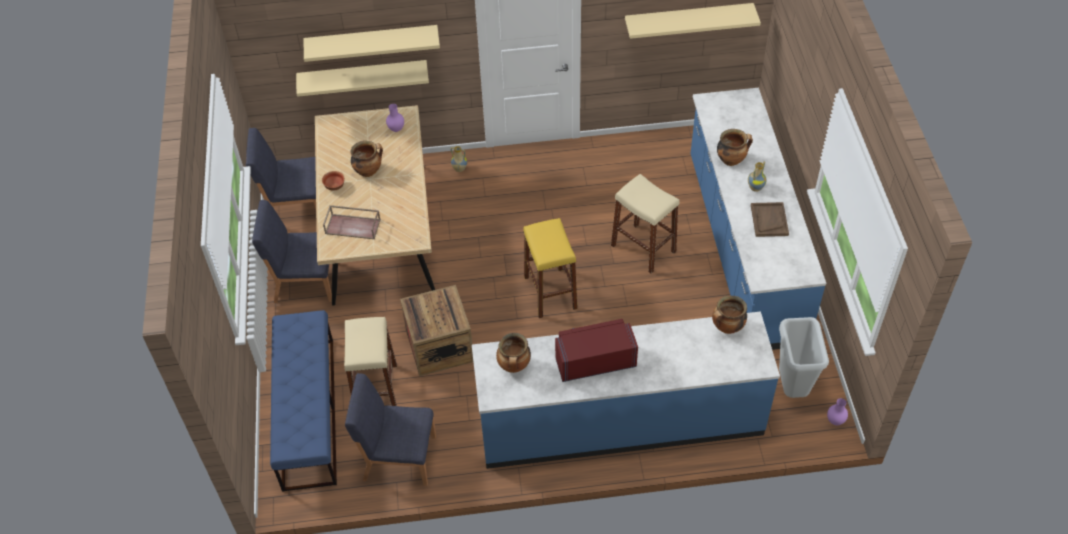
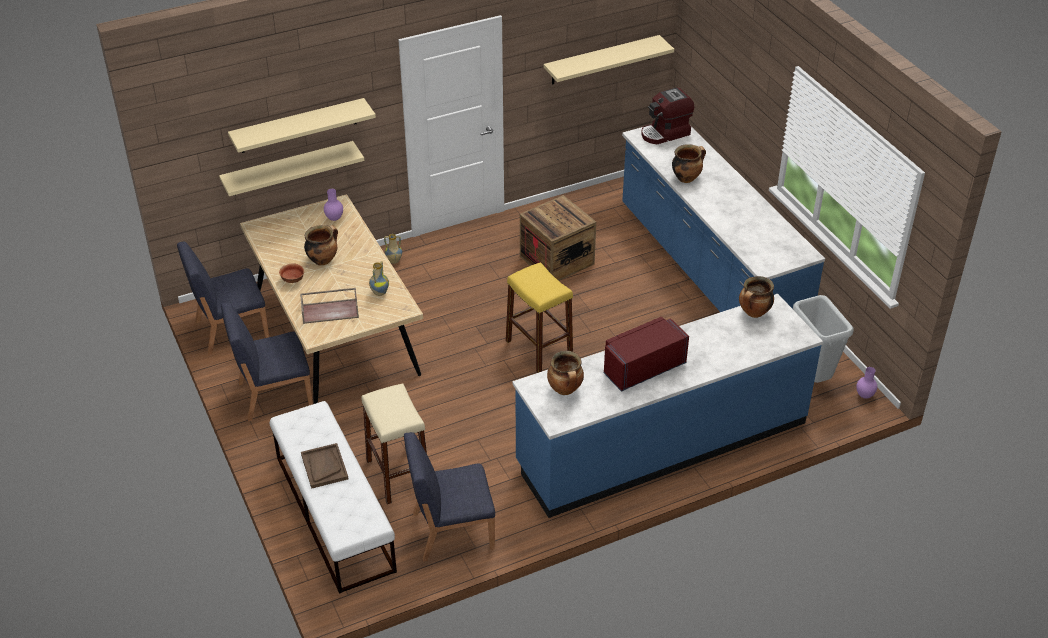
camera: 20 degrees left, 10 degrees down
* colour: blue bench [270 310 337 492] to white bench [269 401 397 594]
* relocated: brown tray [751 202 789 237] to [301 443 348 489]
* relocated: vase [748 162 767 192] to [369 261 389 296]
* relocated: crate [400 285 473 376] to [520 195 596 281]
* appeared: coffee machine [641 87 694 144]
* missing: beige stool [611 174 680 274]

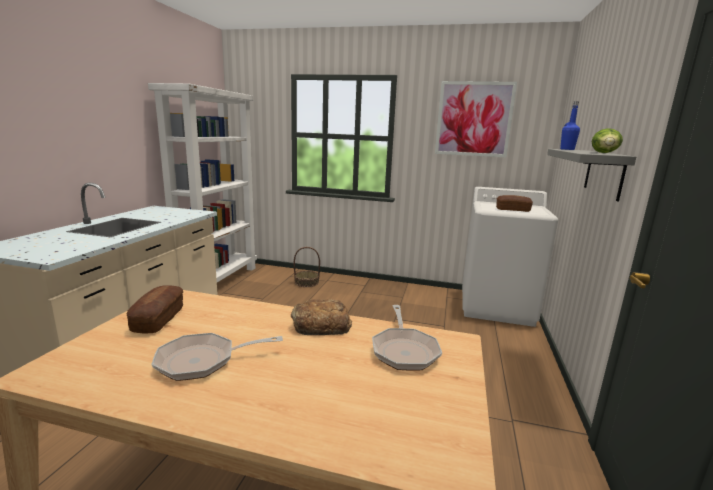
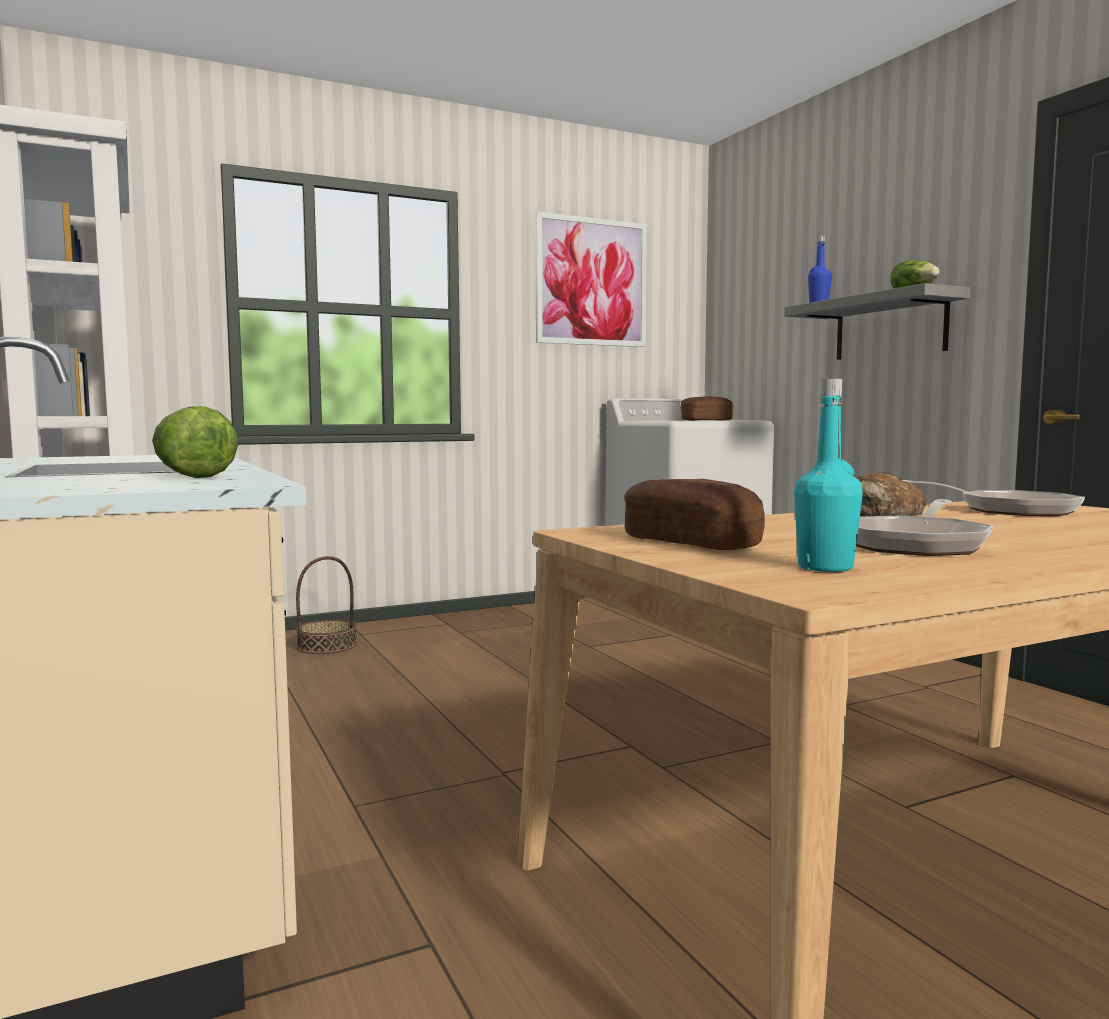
camera: 40 degrees left, 10 degrees down
* appeared: lettuce [152 406 238 478]
* appeared: turquoise bottle [794 379 863 572]

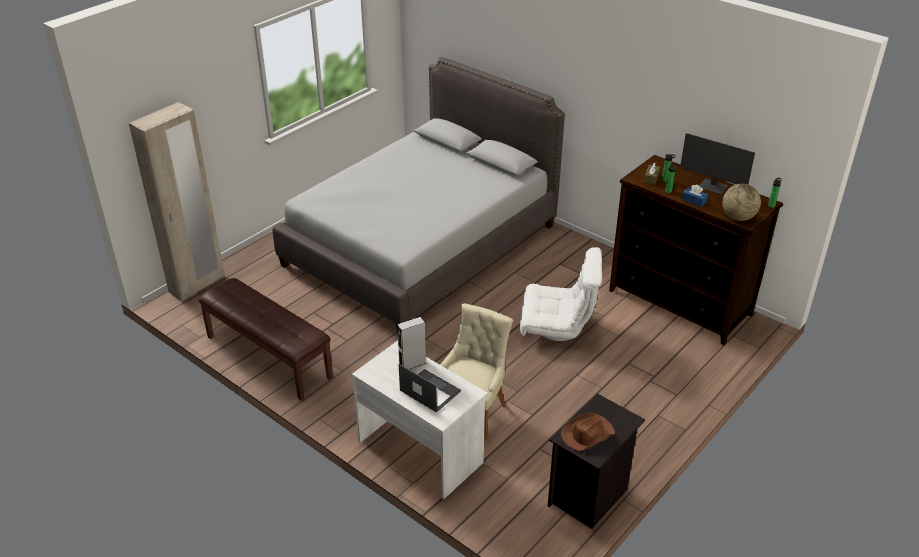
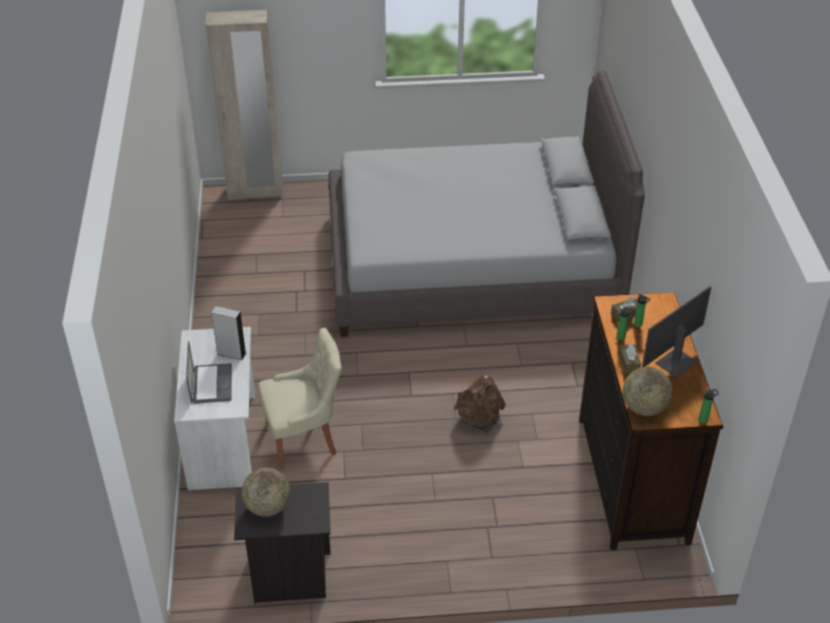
camera: 45 degrees right, 5 degrees up
* exchanged: brown hat [561 413 615 451] to globe [242 468 290 517]
* exchanged: white armchair [520 247 602 341] to brown backpack [454 375 506 433]
* colour: blue tissue box [682 185 708 207] to brown tissue box [618 343 641 373]
* spun: monitor [680 133 755 195] = [642 286 711 377] 60 degrees clockwise
* missing: brown bench [198 278 333 400]

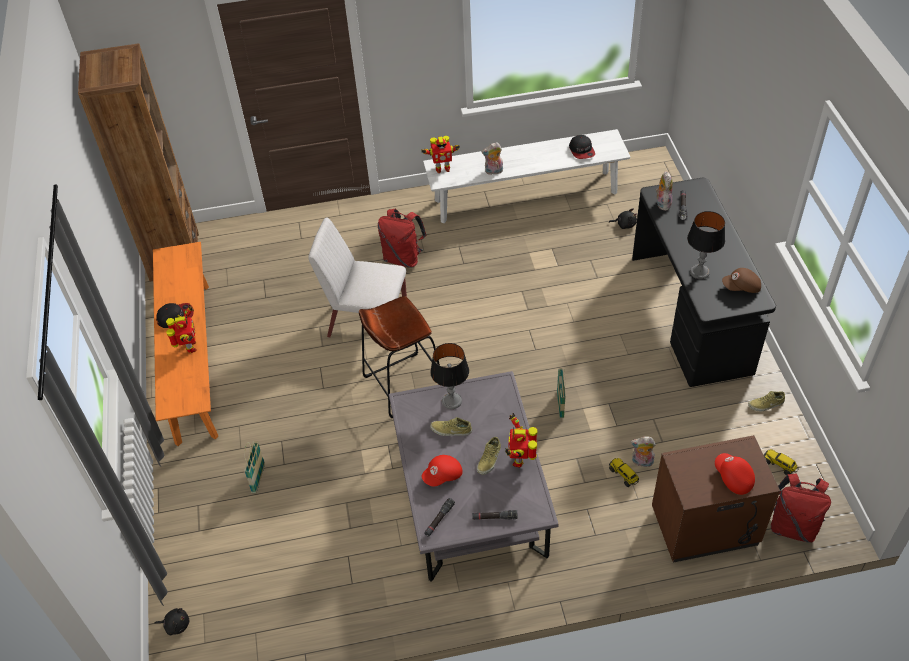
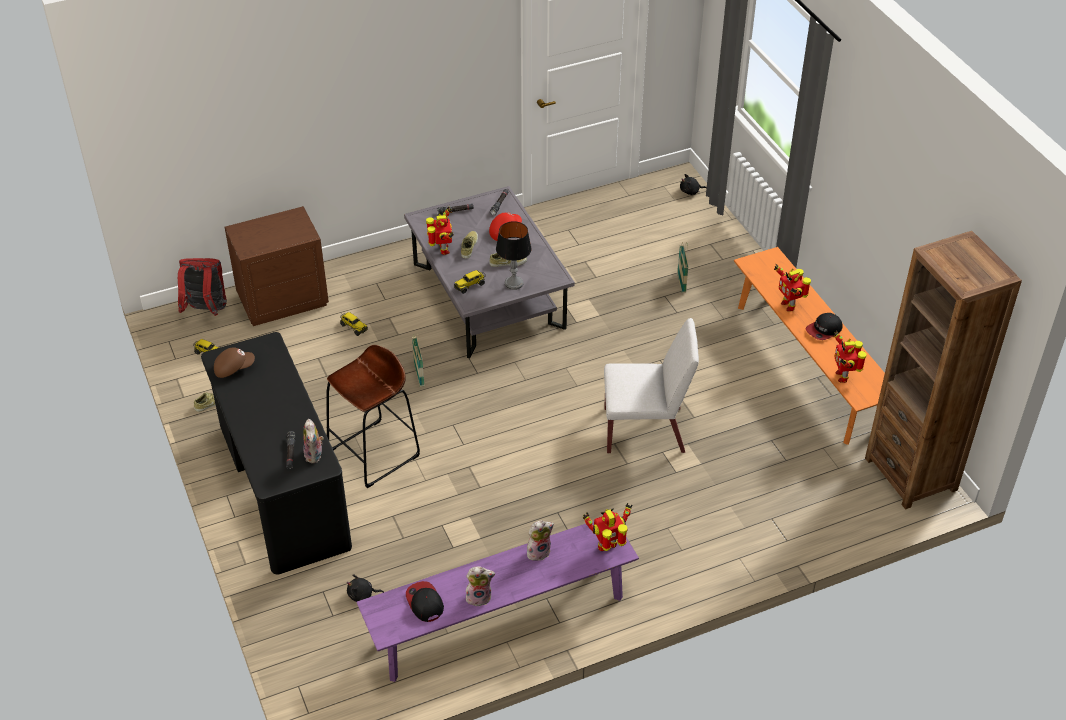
camera: 165 degrees right, 5 degrees down
* relocated: brown stool [359 296 440 418] to [326 345 420 488]
* colour: white bench [423 129 631 223] to purple bench [357 521 639 682]
* appeared: toy truck [454 270 486 294]
* relocated: plush toy [631 436 656 467] to [465 567 495 607]
* appeared: toy robot [833 330 867 383]
* missing: red backpack [378 209 426 268]
* missing: table lamp [687 211 725 279]
* missing: red cap [715 453 755 495]

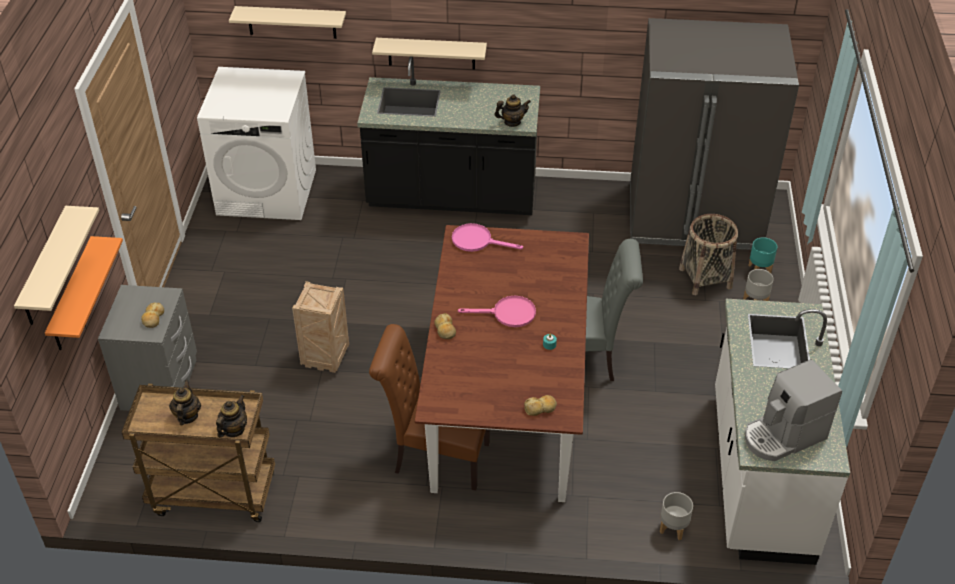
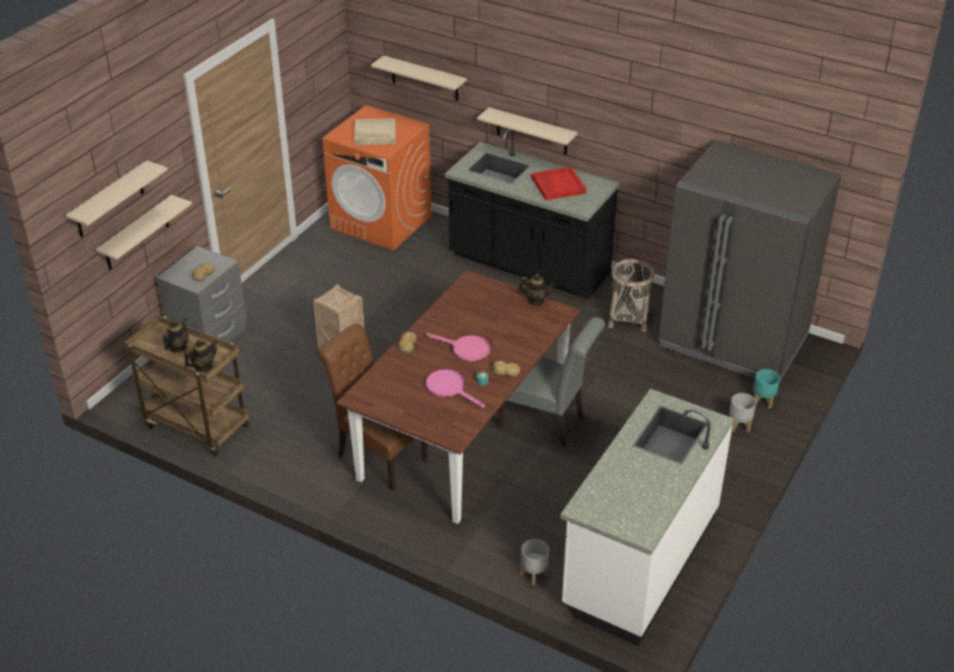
camera: 25 degrees right, 5 degrees down
* colour: orange shelf [45 236 123 350] to beige shelf [95 195 192 270]
* colour: white washing machine [197 67 316 220] to orange washing machine [322 105 431 251]
* appeared: beige tray [354 118 396 145]
* relocated: pink frying pan [452 223 523 252] to [426 369 485 408]
* relocated: bread [524 395 557 416] to [493 361 520 377]
* relocated: teapot [494 94 531 127] to [518 274 554 305]
* appeared: red tray [532 167 586 200]
* relocated: basket [679 214 738 295] to [608 259 655 332]
* missing: coffee machine [745 359 842 461]

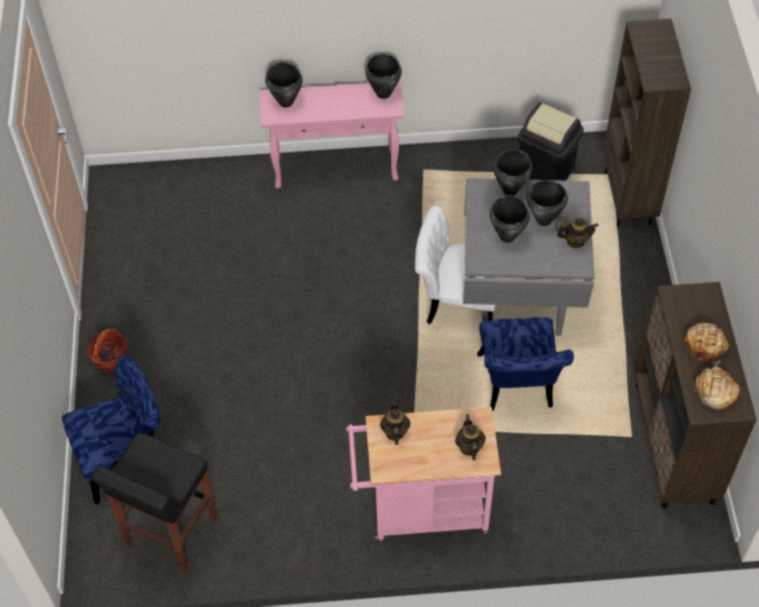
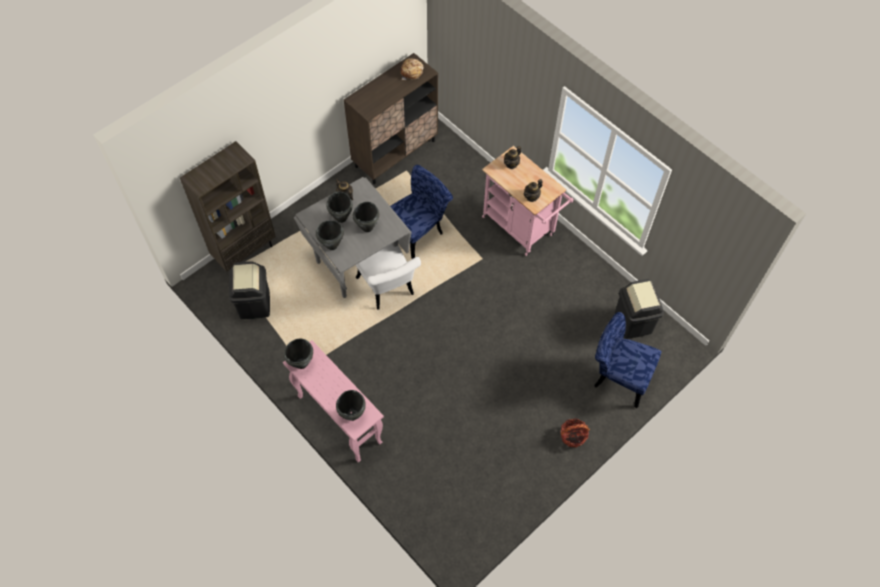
camera: 130 degrees left, 5 degrees up
* exchanged: black stool [91 433 218 573] to black trash can [615 279 664 339]
* missing: bread [685 323 729 366]

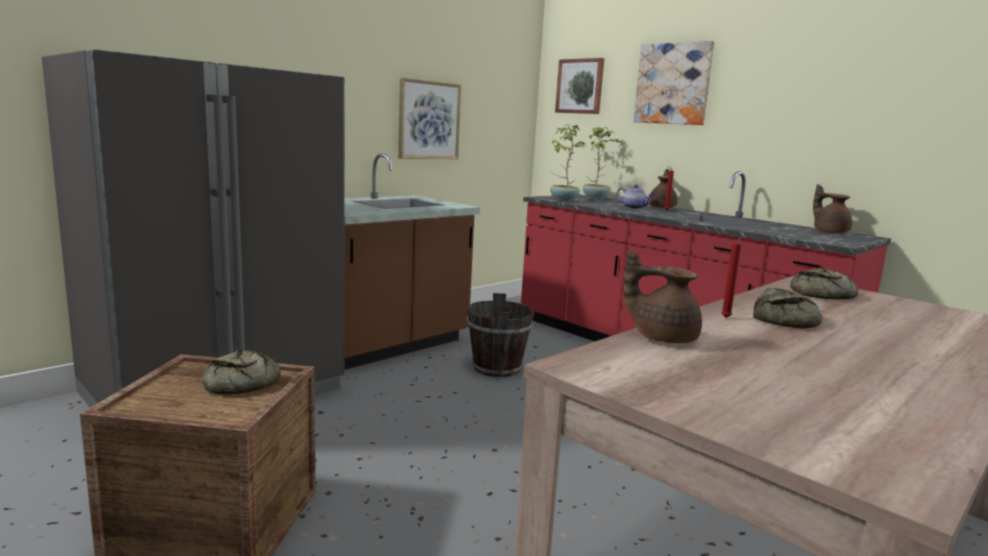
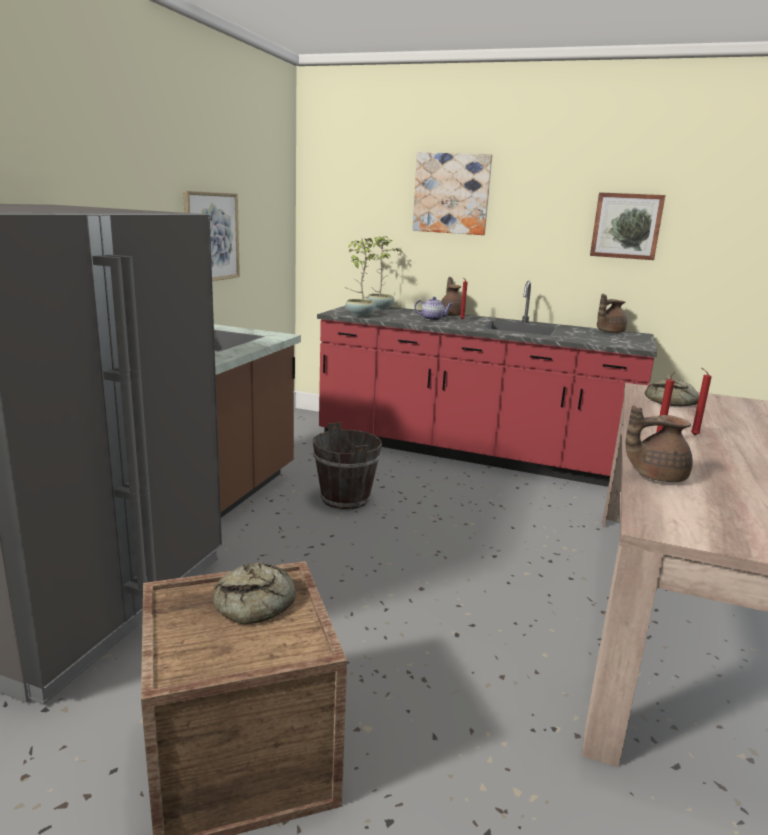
camera: 25 degrees left, 5 degrees up
* relocated: picture [555 58 604 114] to [590 192 665 260]
* spun: brown teapot [813 184 852 233] = [597 294 627 333] 75 degrees counterclockwise
* exchanged: bread [753 288 822 329] to red candle [691 368 712 435]

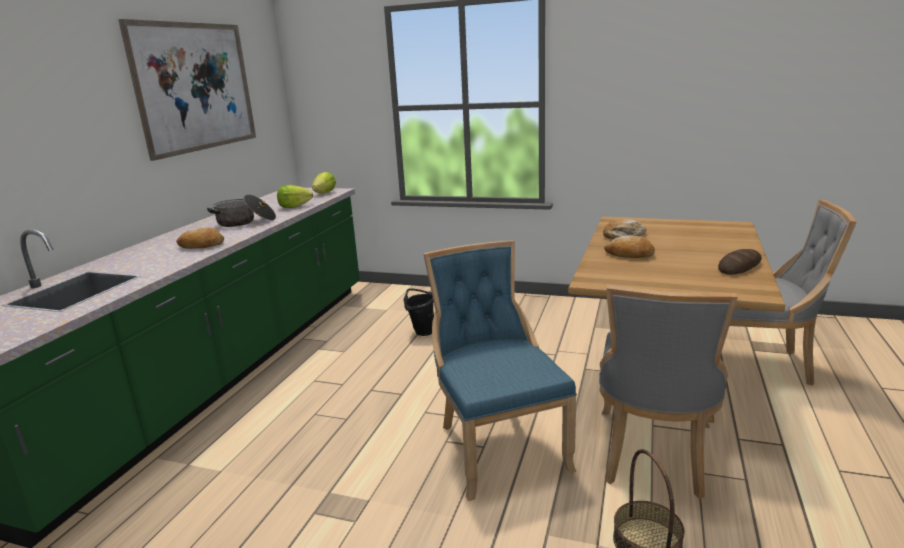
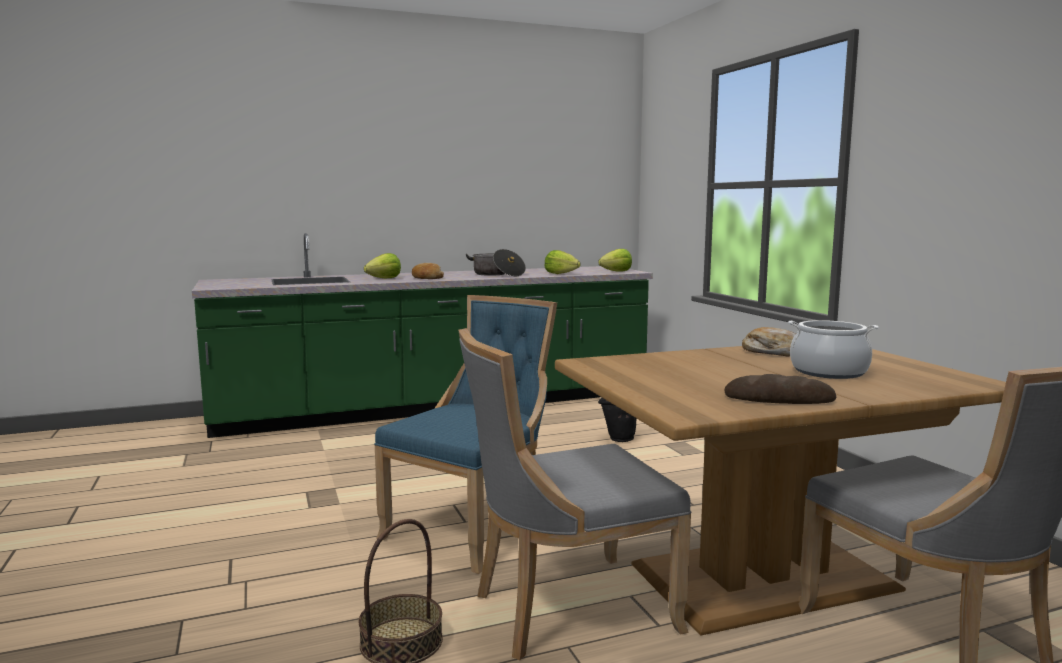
camera: 50 degrees right, 10 degrees down
* appeared: lettuce [364 253 401 278]
* appeared: cooking pot [788 320 879 379]
* missing: picture [118 19 256 161]
* missing: bread [604 236 655 258]

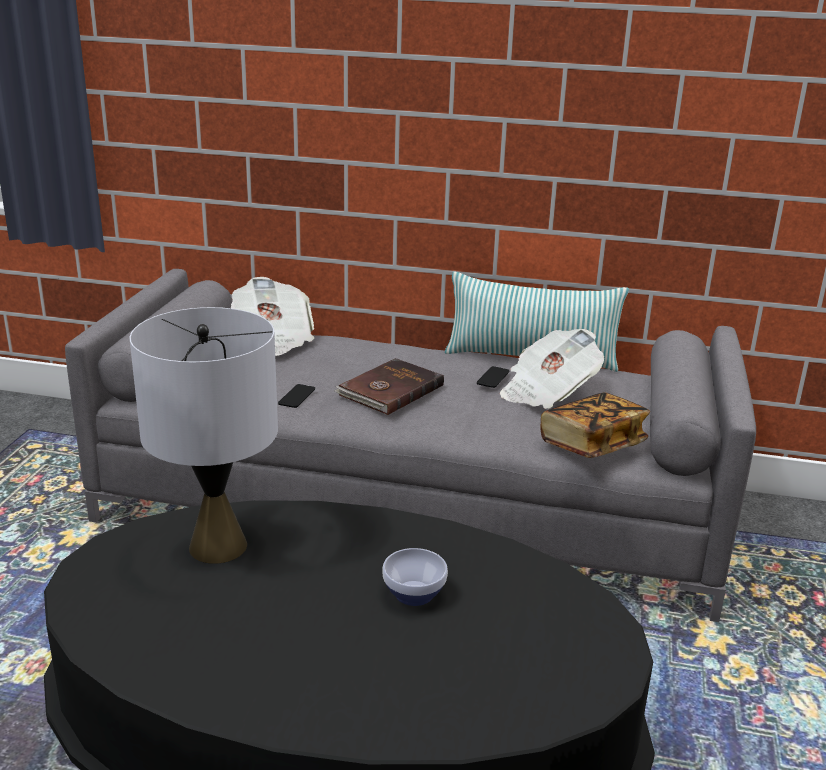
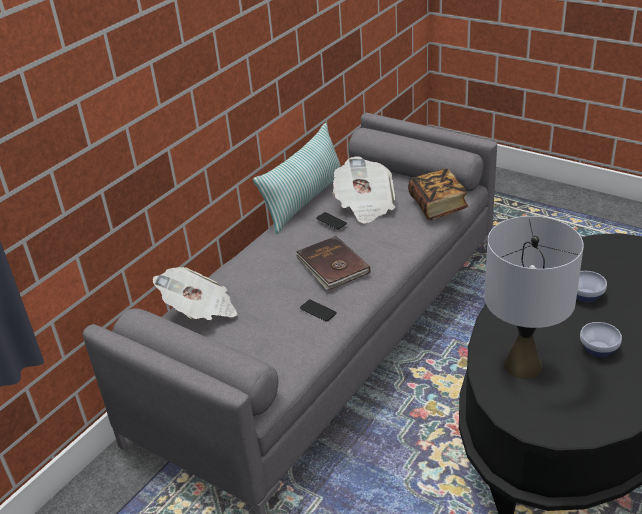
camera: 65 degrees left, 10 degrees up
* appeared: bowl [580 322 622 357]

